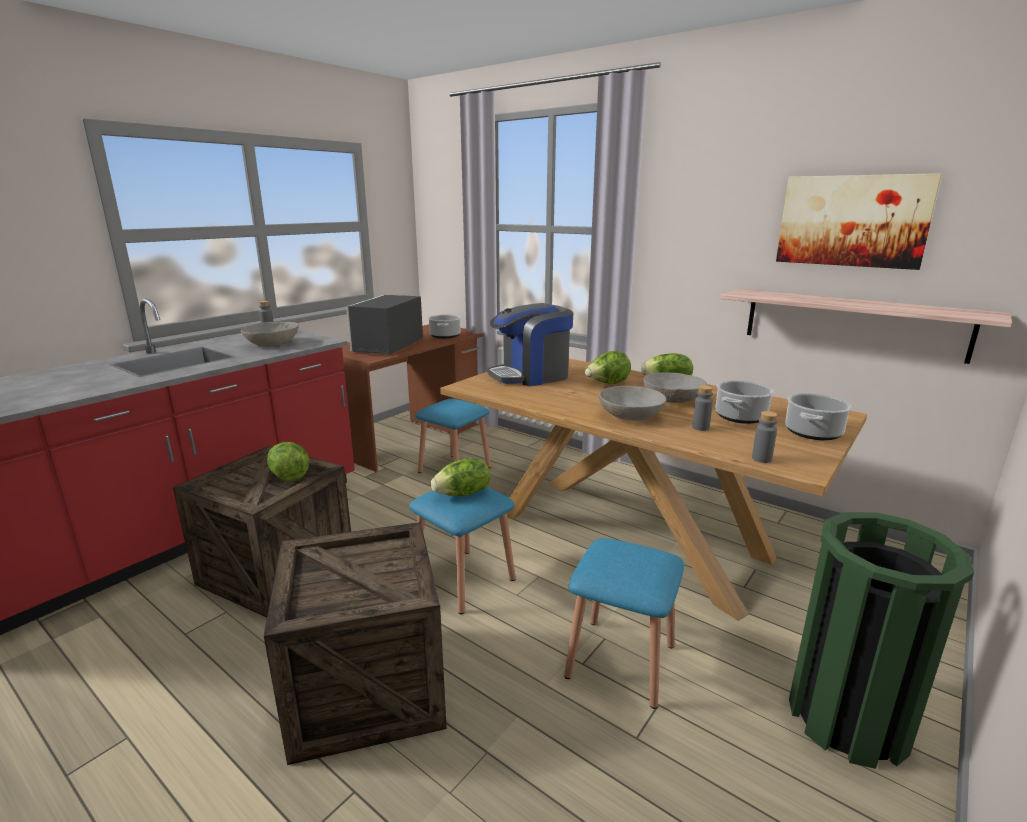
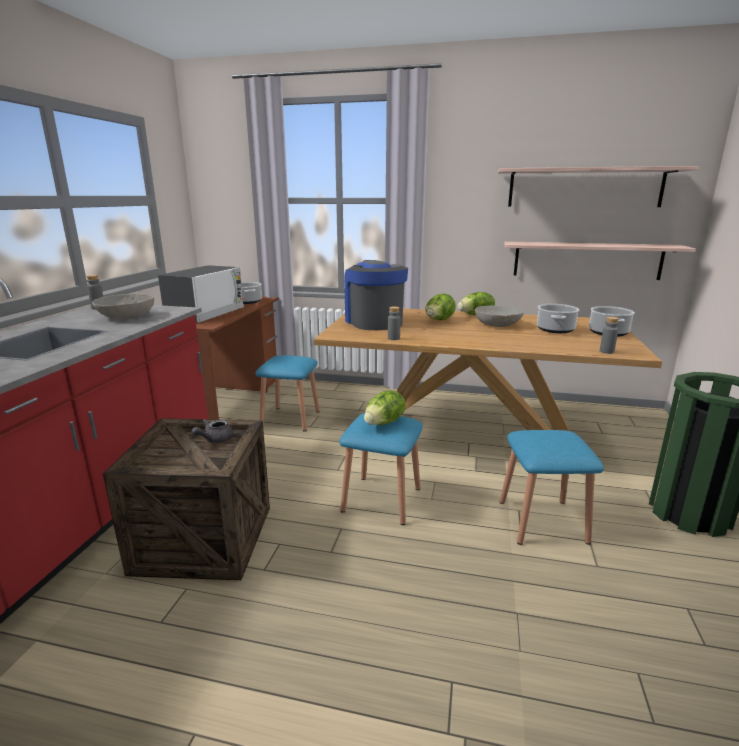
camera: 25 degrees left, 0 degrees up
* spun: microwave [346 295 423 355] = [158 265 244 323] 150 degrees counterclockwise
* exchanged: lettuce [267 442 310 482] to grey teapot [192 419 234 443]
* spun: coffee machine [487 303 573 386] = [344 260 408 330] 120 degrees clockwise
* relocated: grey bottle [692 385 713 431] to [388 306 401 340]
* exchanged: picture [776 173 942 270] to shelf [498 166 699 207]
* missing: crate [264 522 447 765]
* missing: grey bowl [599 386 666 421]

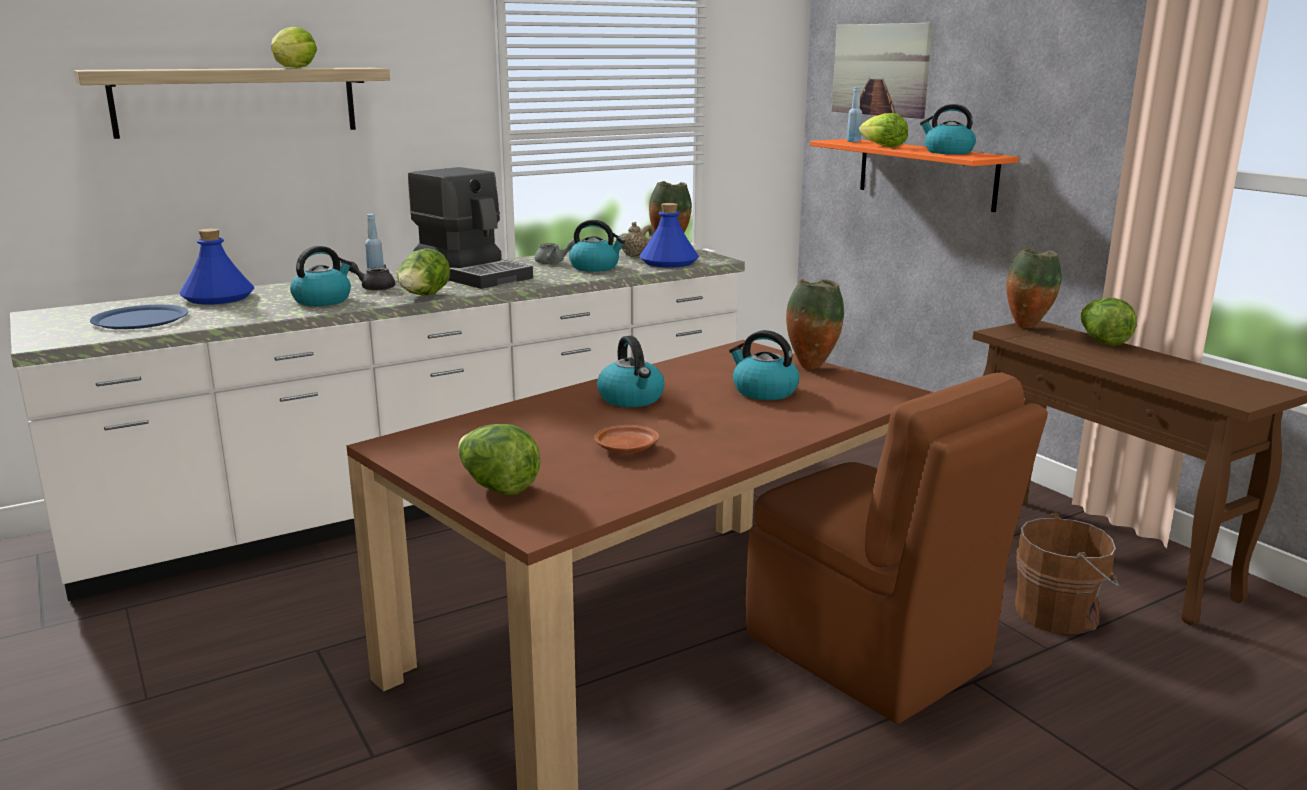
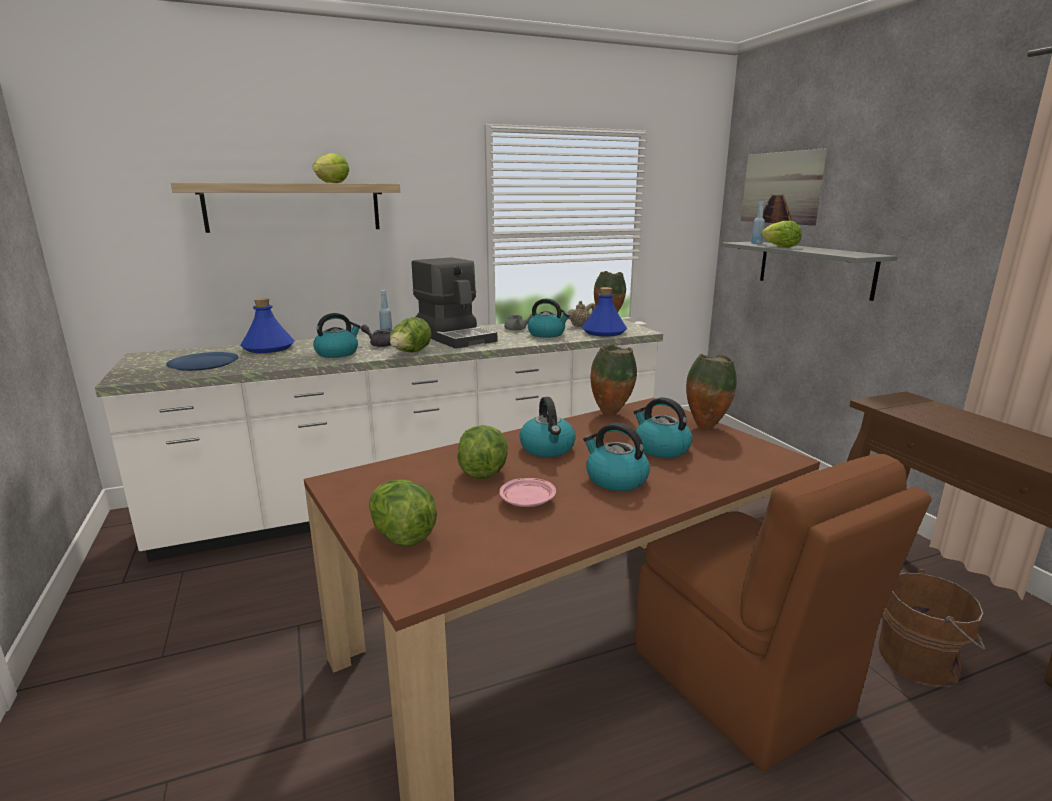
camera: 10 degrees right, 0 degrees up
* relocated: lettuce [1081 297 1137 346] to [457 425 508 479]
* colour: brown plate [594 425 659 454] to pink plate [499 478 556 507]
* relocated: kettle [920 104 976 154] to [583 423 650 491]
* relocated: vase [1007 248 1062 328] to [591 344 637 415]
* colour: orange shelf [810 139 1019 212] to grey shelf [722 242 898 301]

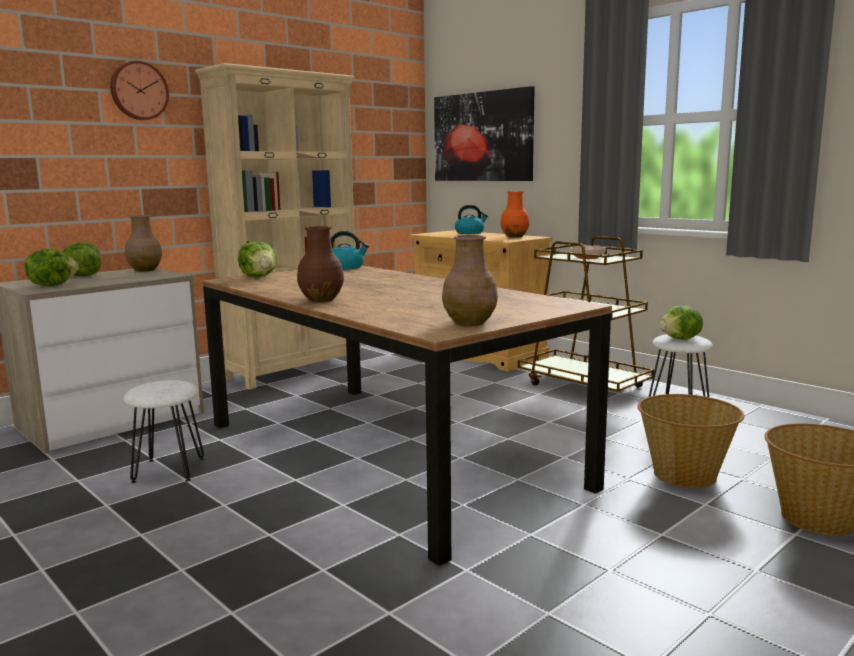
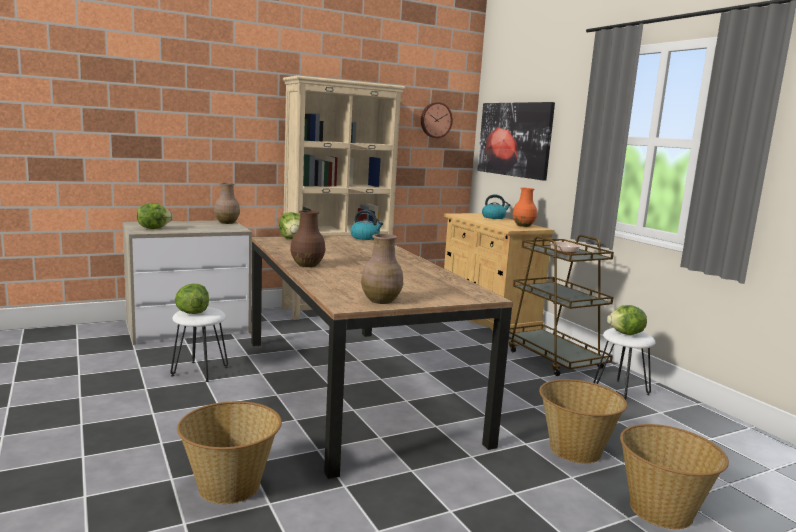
camera: 15 degrees right, 0 degrees up
* relocated: lettuce [63 242 101 276] to [175 284 209 314]
* appeared: basket [177 401 282 504]
* relocated: wall clock [110 61 169 120] to [421 102 453 138]

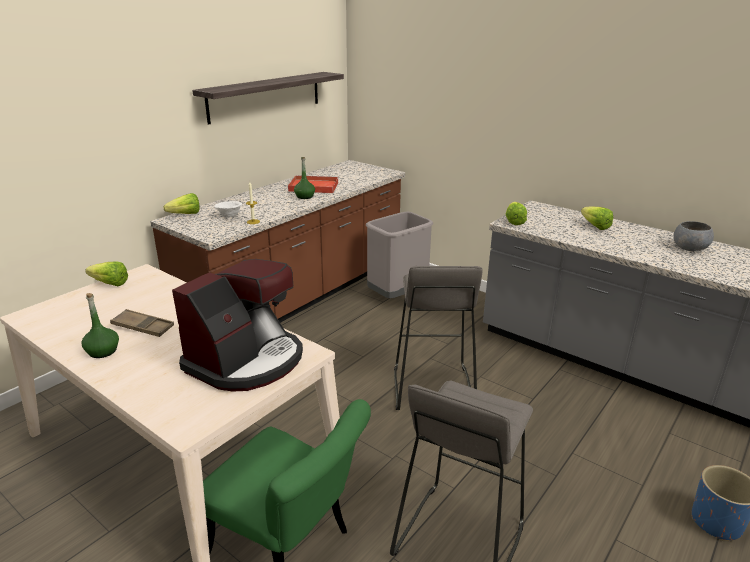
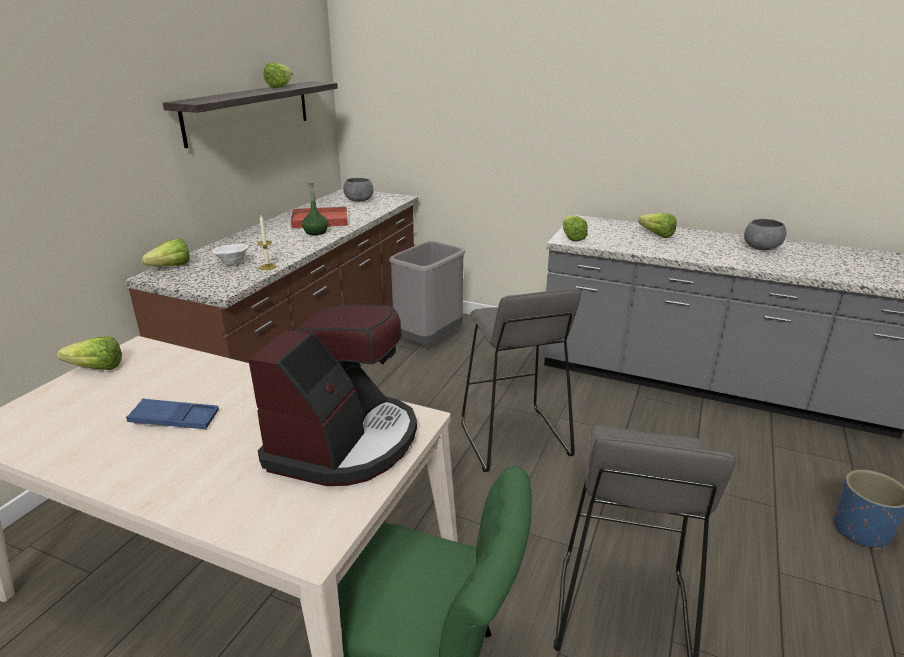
camera: 15 degrees left, 0 degrees up
* colour: brown tray [110 309 174 337] to blue tray [126 399 219 429]
* appeared: lettuce [264 62 293 88]
* appeared: grey bowl [343 178 374 202]
* missing: green bottle [81 293 119 358]

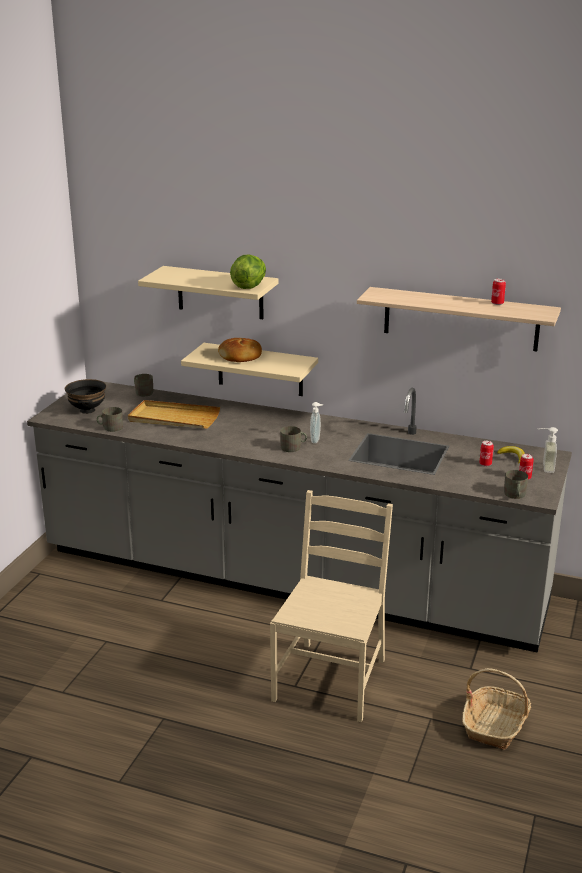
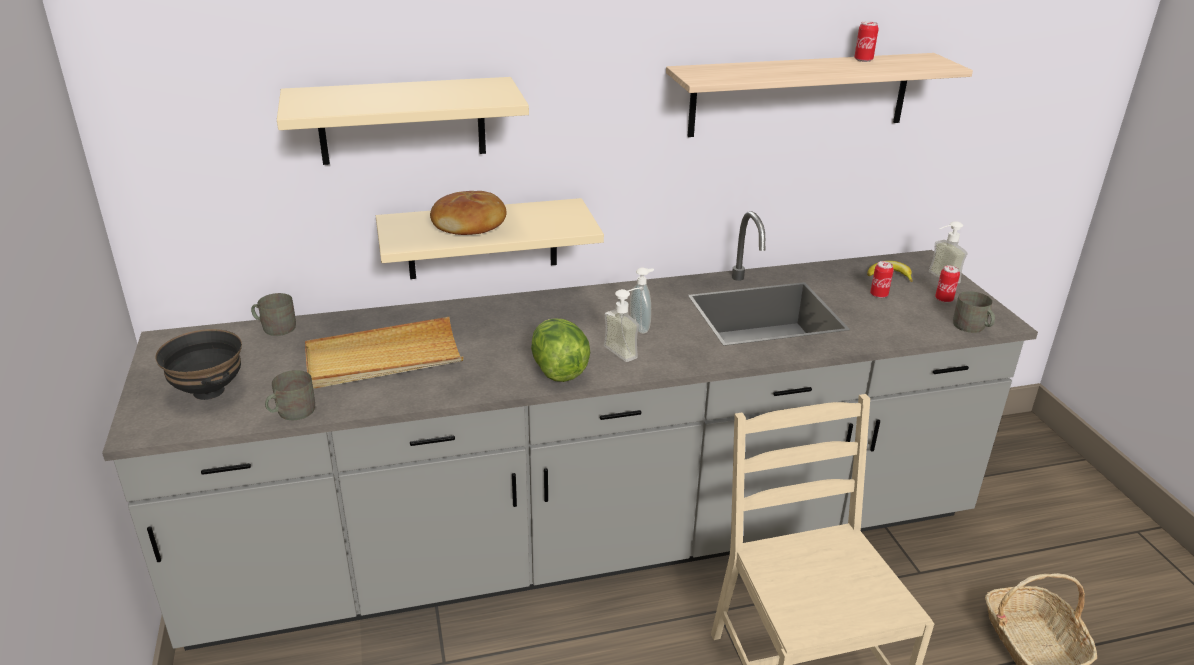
camera: 35 degrees left, 5 degrees up
* relocated: lettuce [230 255 266 289] to [531 319 590 382]
* exchanged: grey mug [280 426 307 452] to soap dispenser [604 287 643 362]

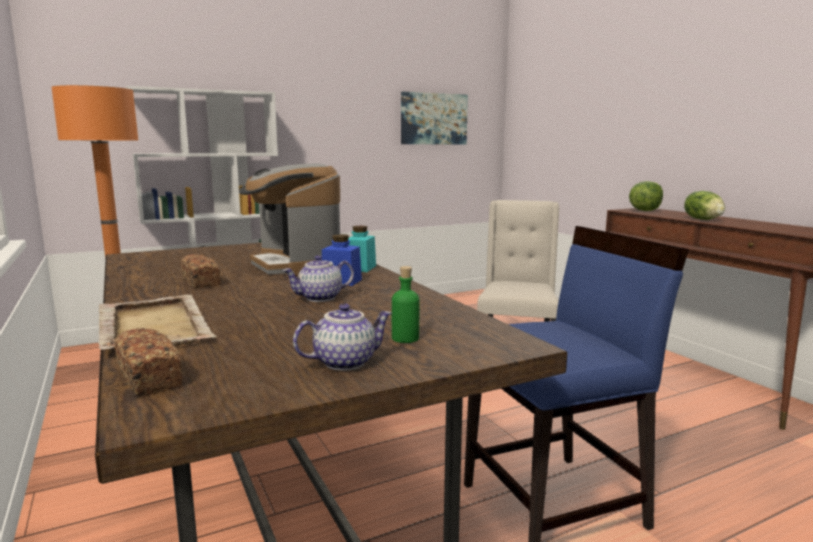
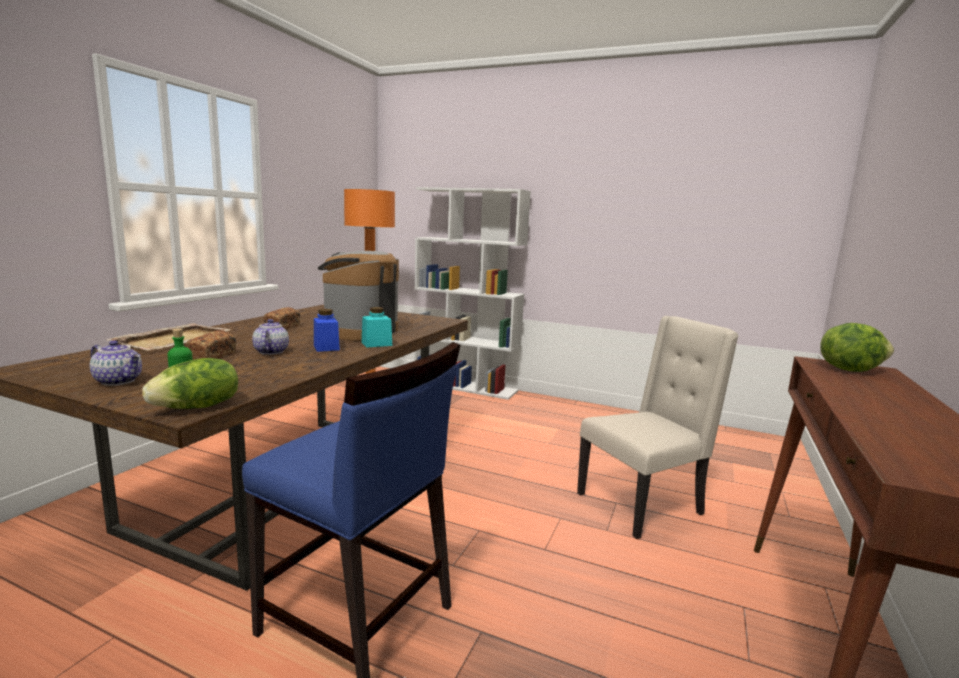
camera: 50 degrees right, 0 degrees up
* relocated: lettuce [684 191 725 220] to [142 358 238 409]
* relocated: bread [114 328 183 395] to [185 330 237 360]
* spun: teapot [283 255 354 302] = [252 319 289 355] 60 degrees clockwise
* missing: picture [401 92 468 144]

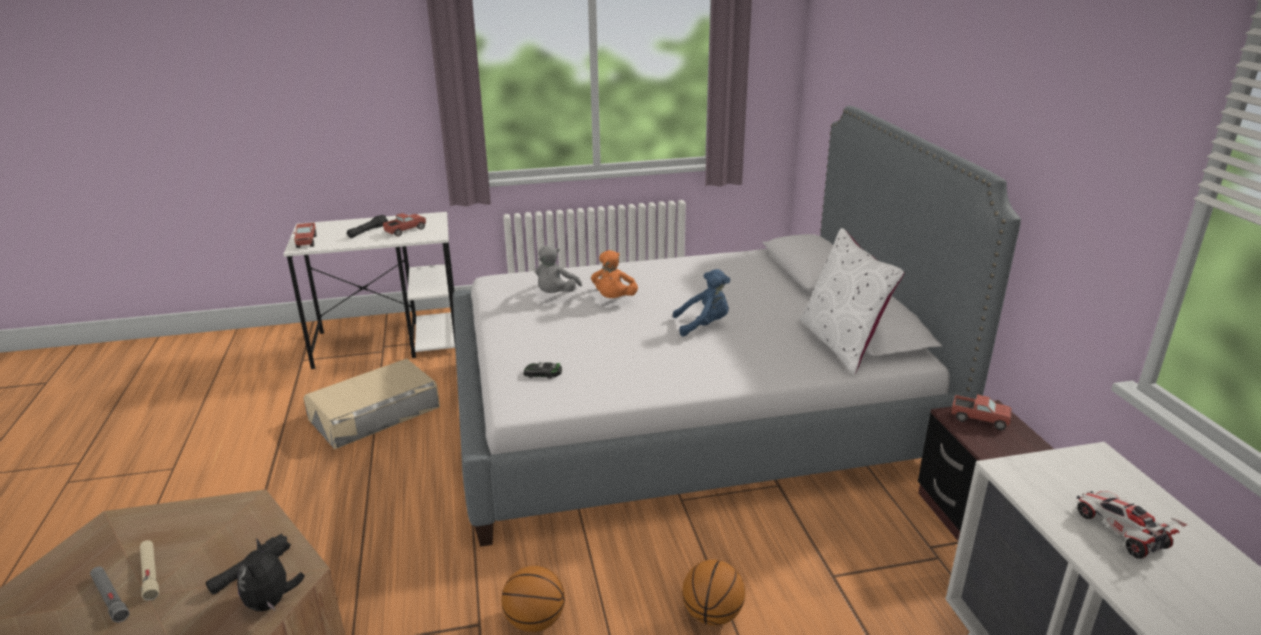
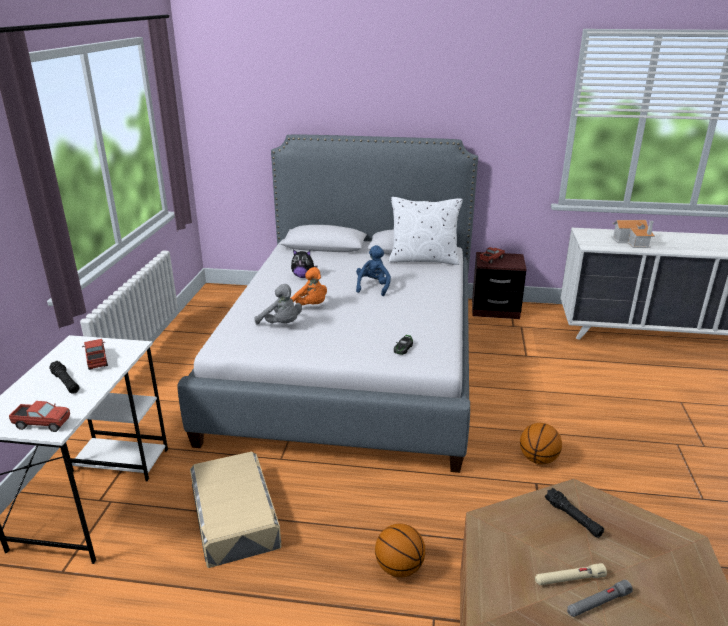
camera: 70 degrees left, 0 degrees up
* relocated: plush toy [237 538 305 611] to [291 250 317 278]
* relocated: basketball [682 560 745 626] to [375 524 425 577]
* exchanged: toy car [1077 491 1188 559] to toy house [611 220 655 248]

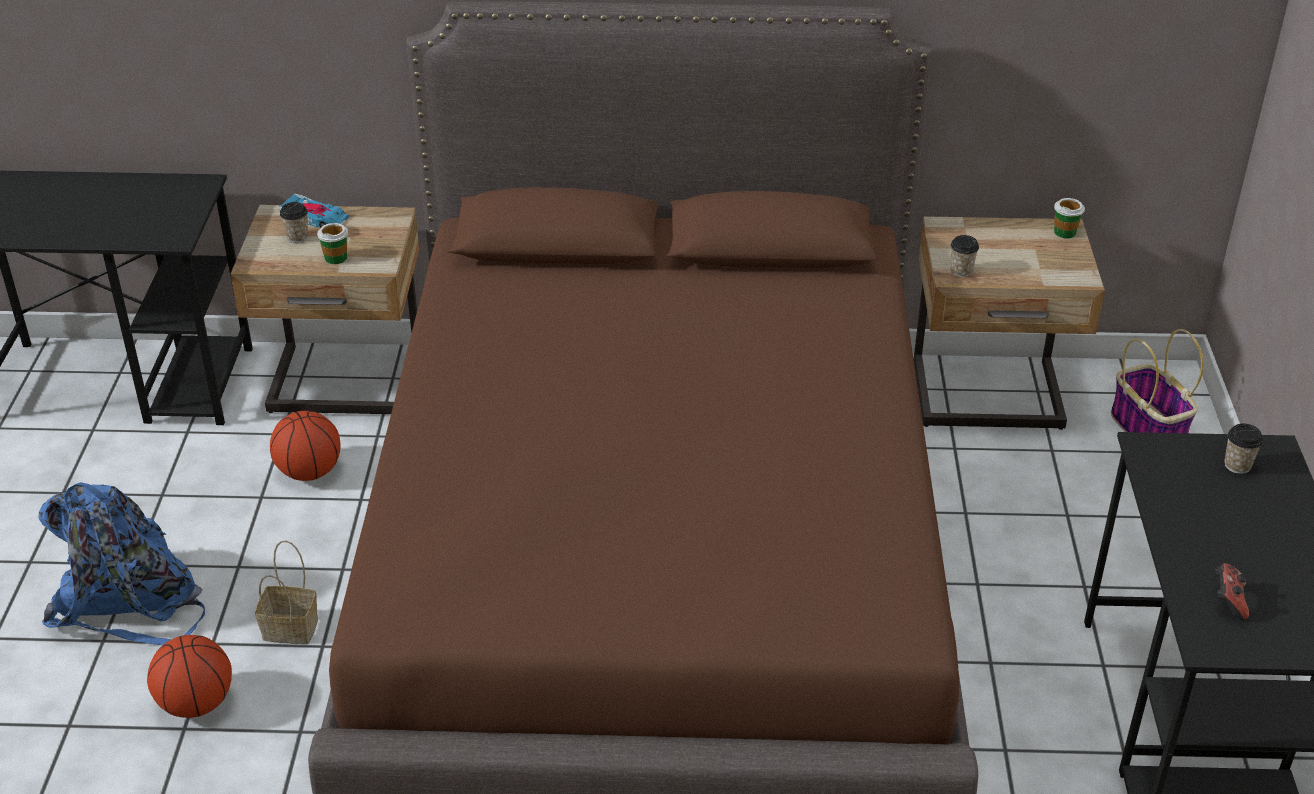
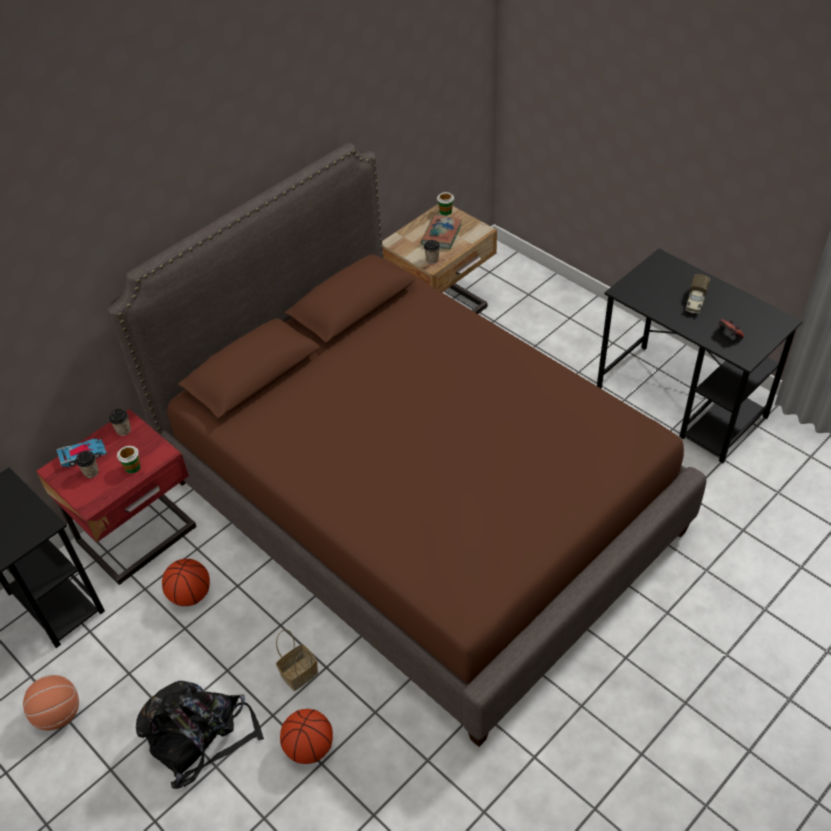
camera: 45 degrees left, 10 degrees up
* appeared: basketball [23 675 79 731]
* colour: beige nightstand [230 205 419 414] to red nightstand [36 409 197 585]
* relocated: cup [1224 423 1263 474] to [109 409 131 436]
* colour: blue backpack [38 482 205 645] to black backpack [136 681 264 789]
* appeared: book [421 215 462 249]
* appeared: toy truck [685 274 710 313]
* missing: basket [1111 329 1204 433]

